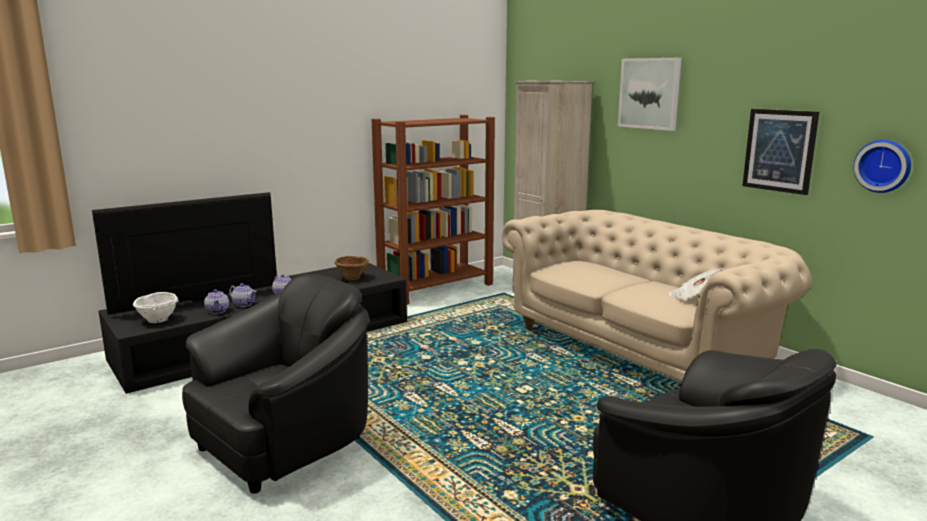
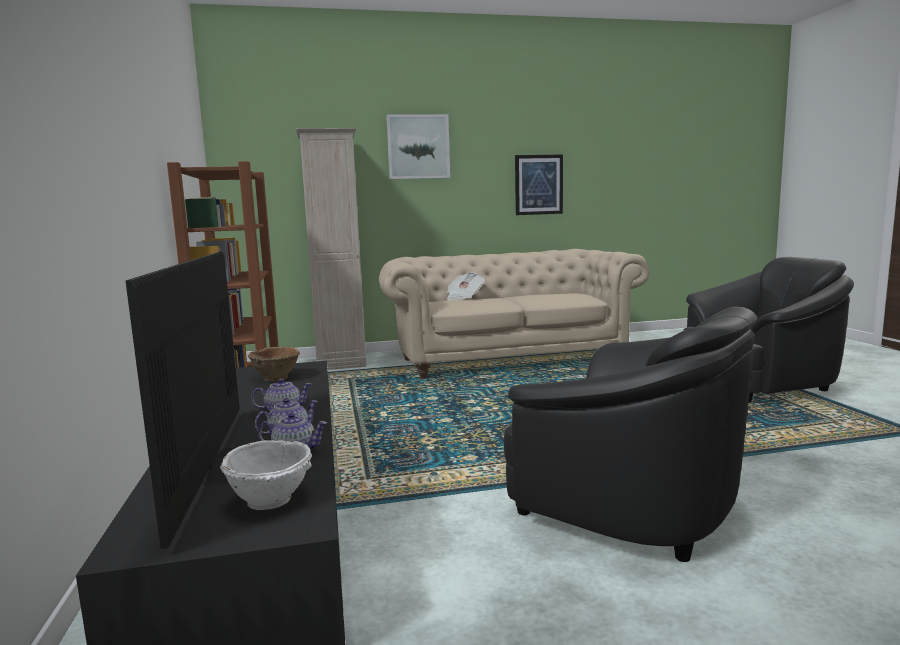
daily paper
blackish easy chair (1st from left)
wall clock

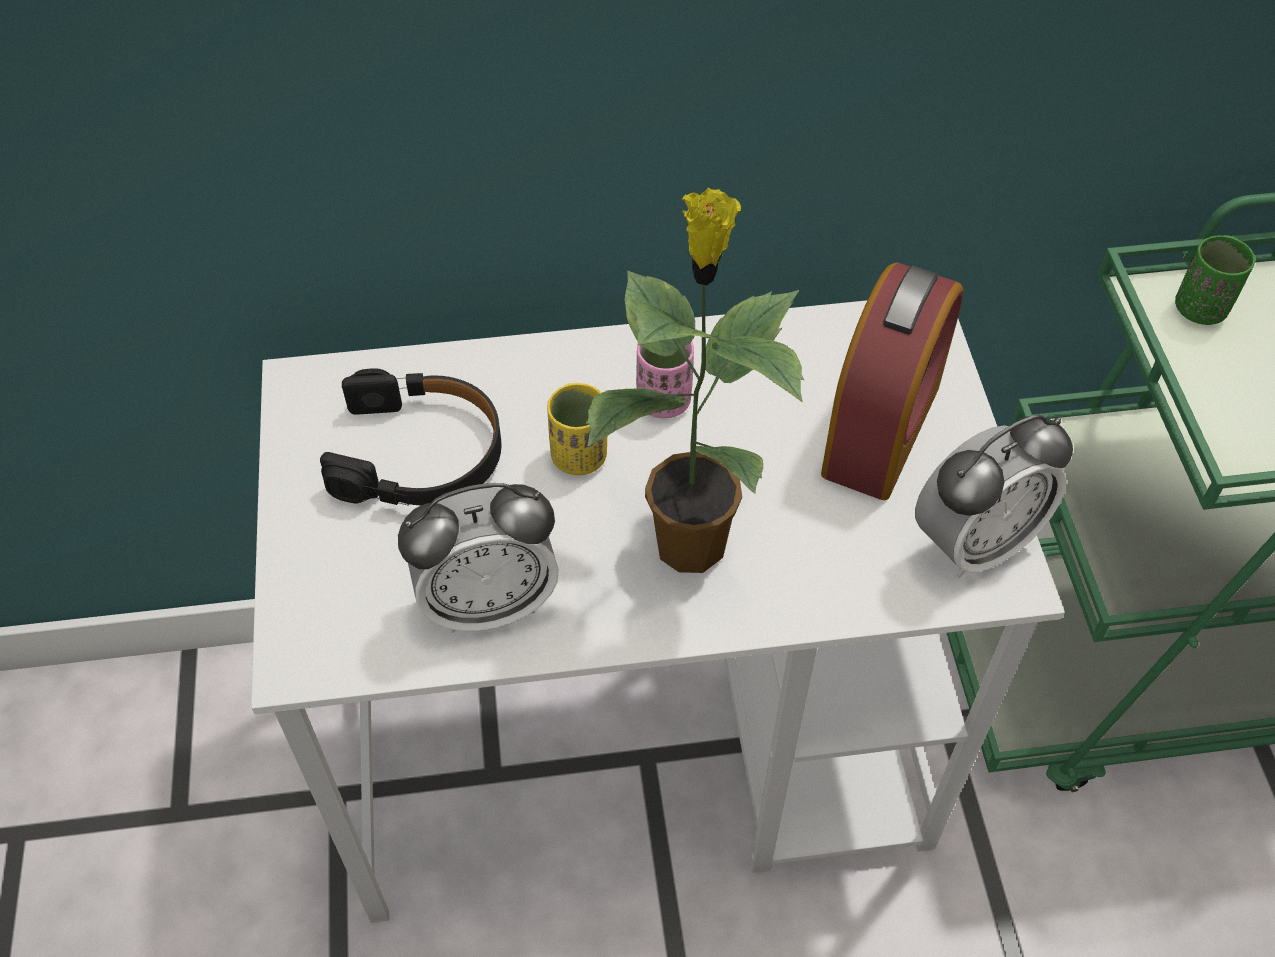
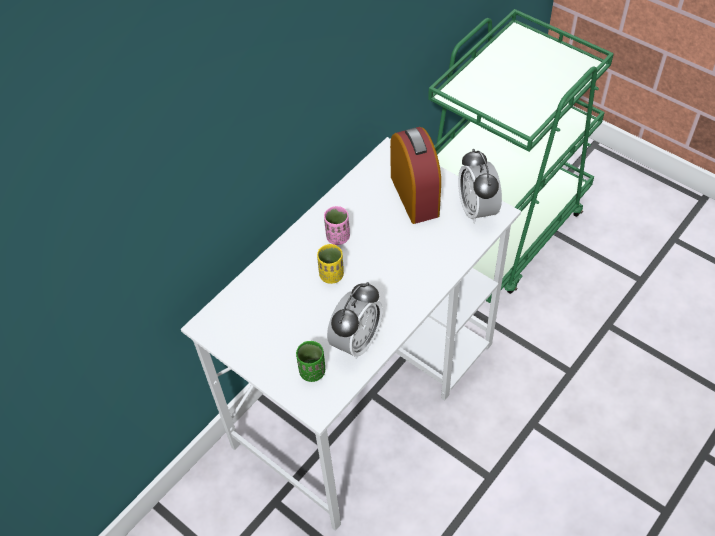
green cup
bedside clock (3rd from left)
blackish headphones
plant in a pot

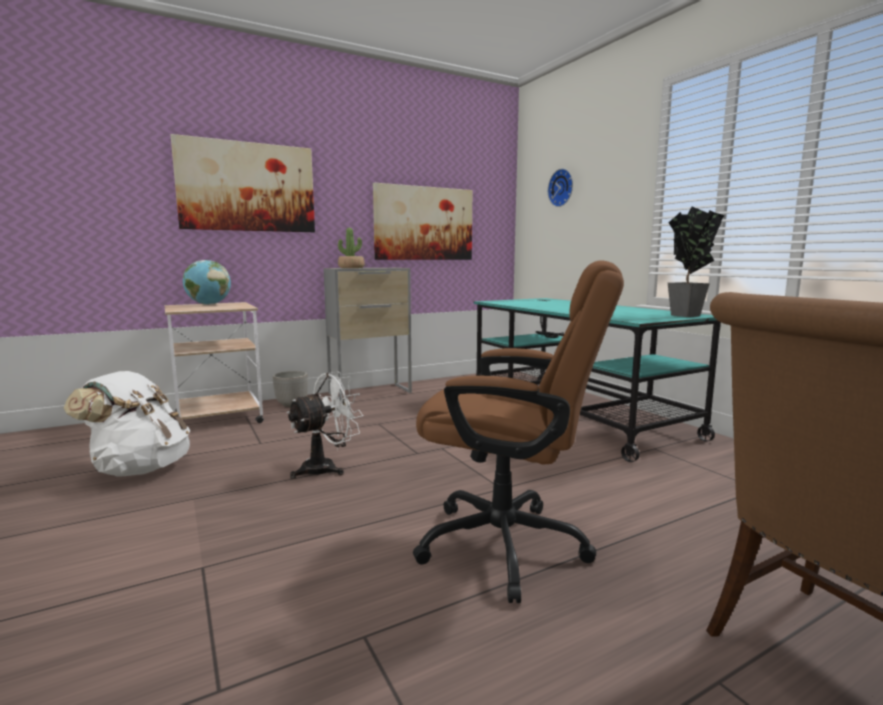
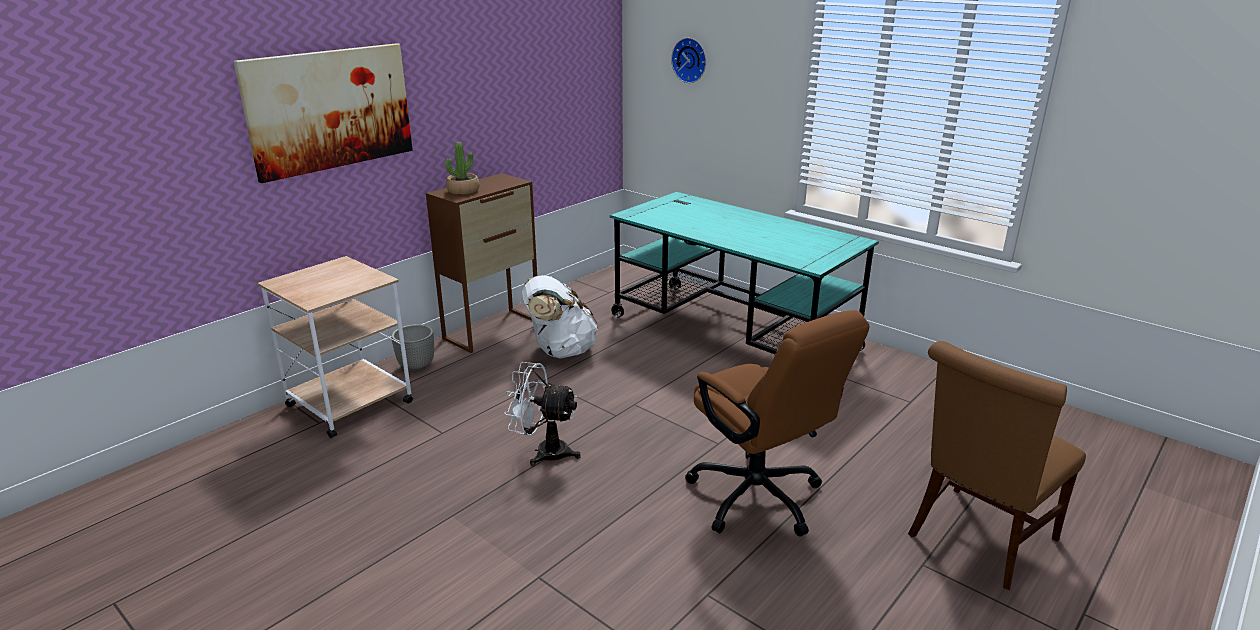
brown cabinet
white fan
white backpack
brown office chair
world globe
wall art (2nd from left in the first image)
plant in a pot (2nd from left in the first image)

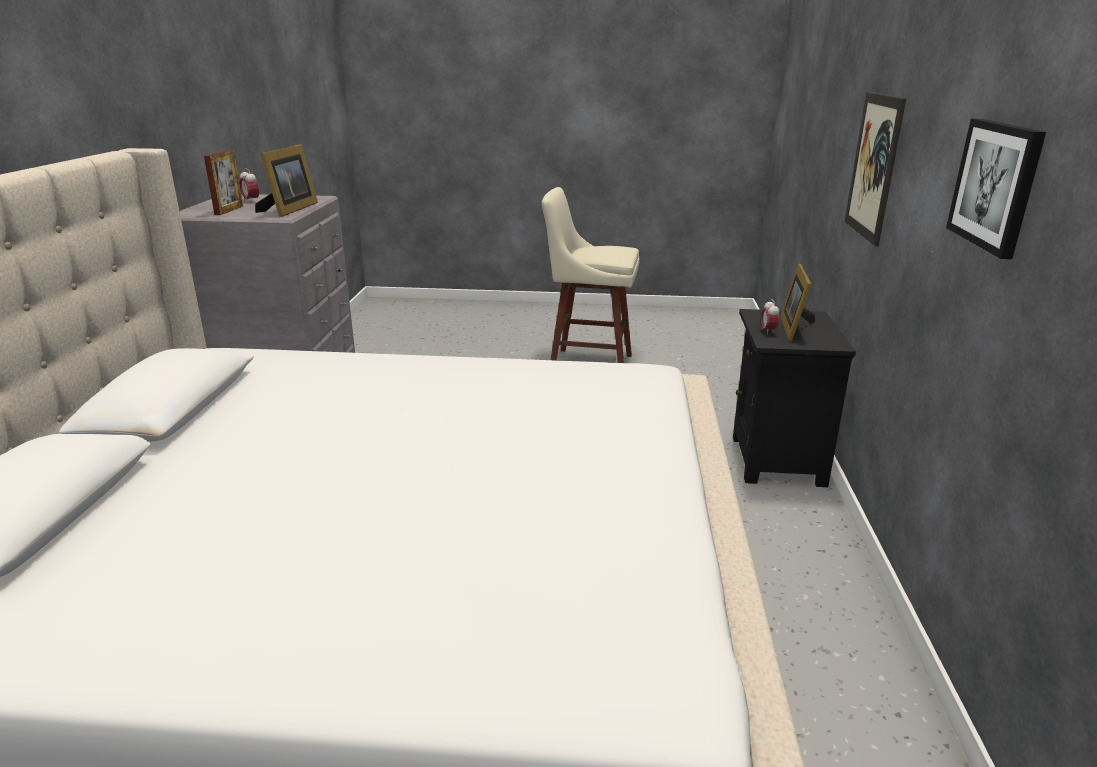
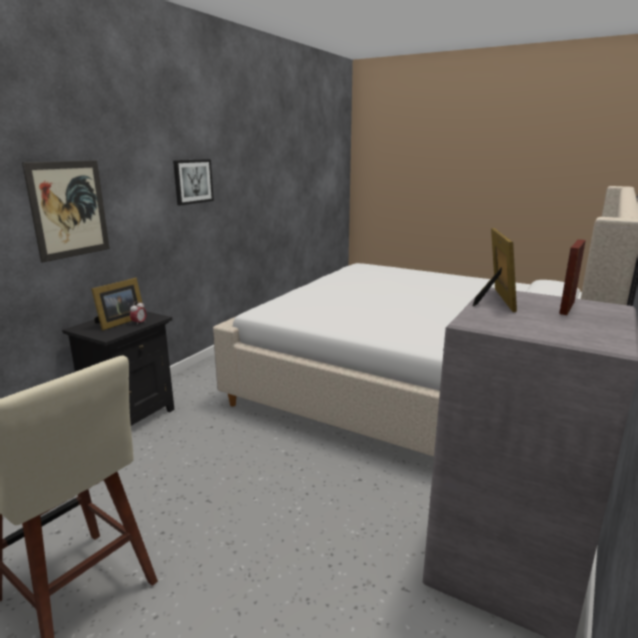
standing frame (2nd from left)
bedside clock (1st from left in the first image)

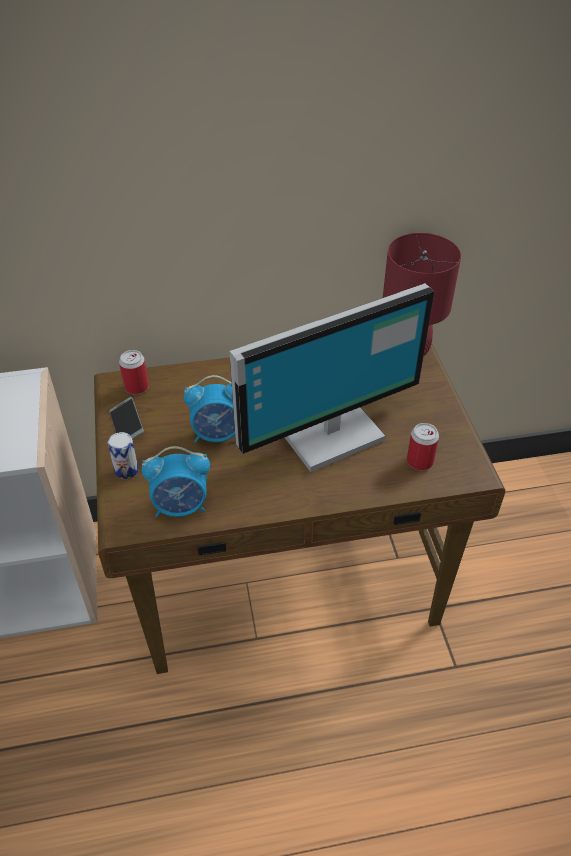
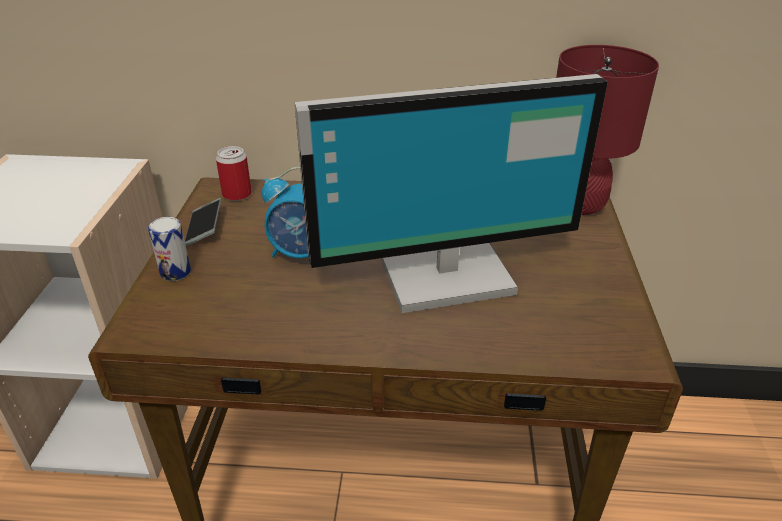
bedside clock (1st from left in the first image)
sealed can (3rd from left in the first image)

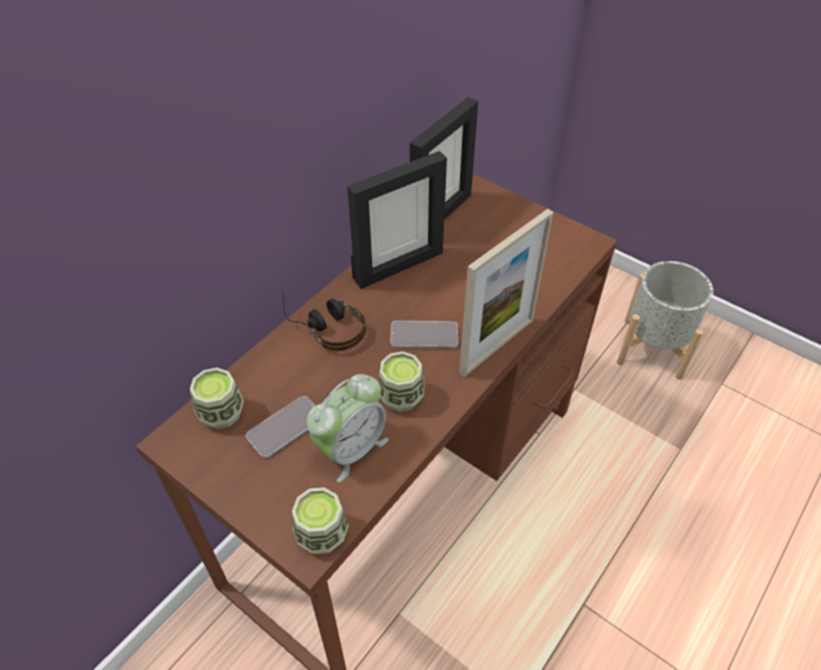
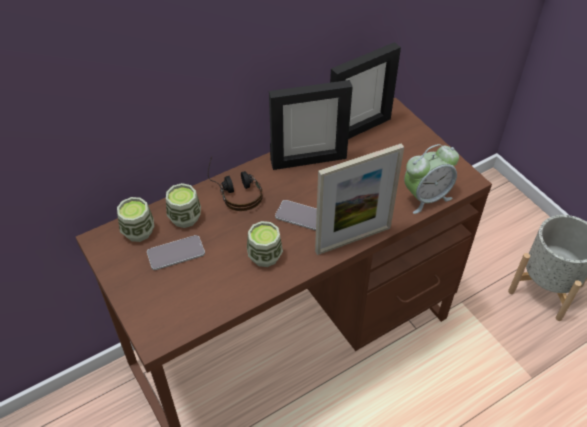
cup (2nd from left)
bedside clock

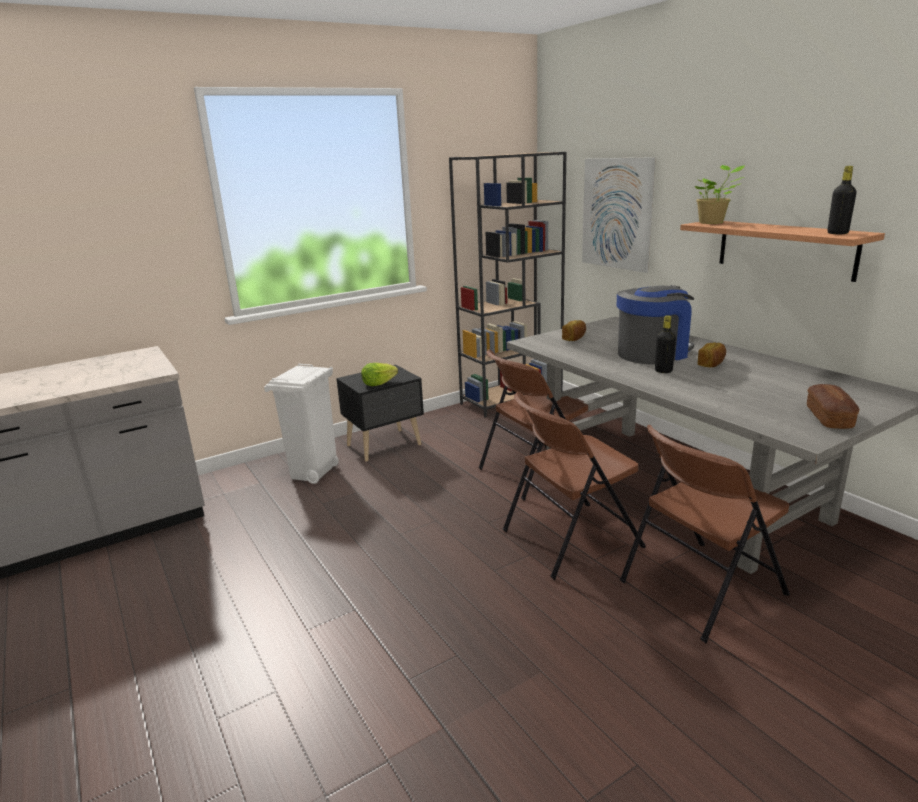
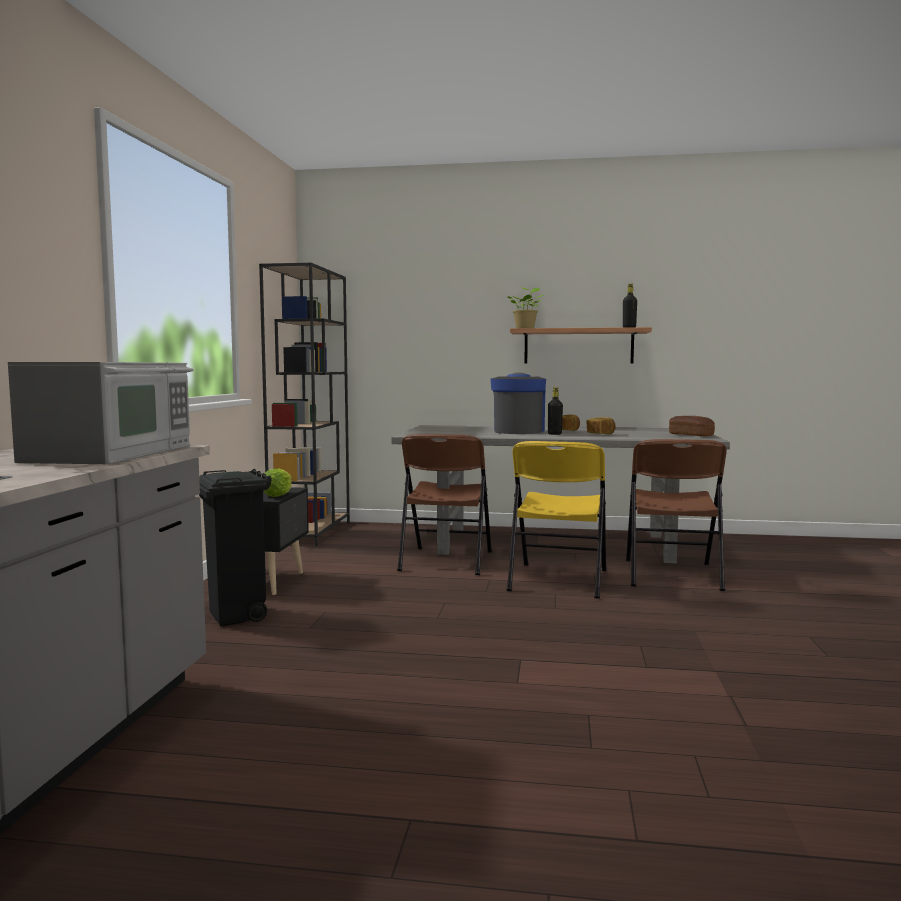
microwave
blackish rubbish bin
yellow-coloured upright chair
baked bread (2nd from left)
wall art

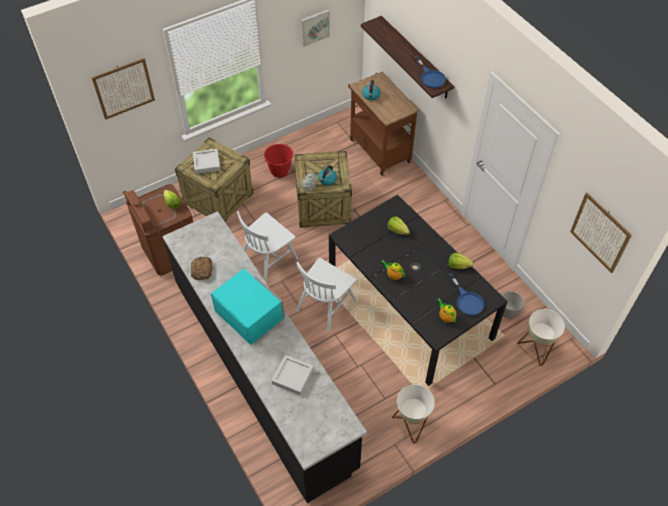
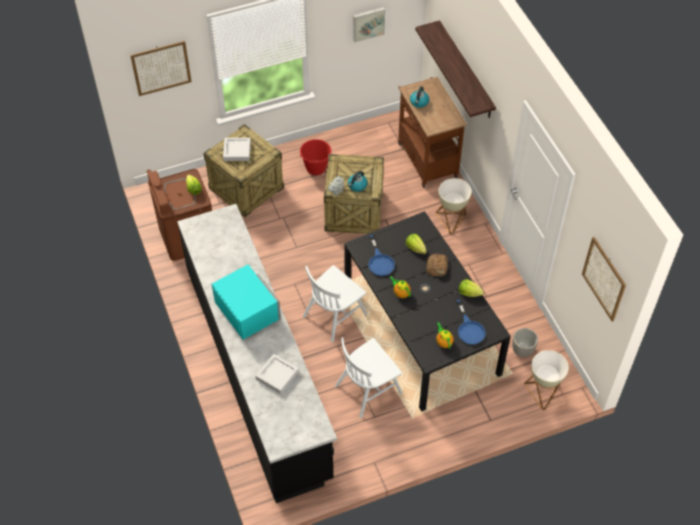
white upright chair (2nd from left)
bluish pan (1st from left)
baked bread
plant pot (1st from left)

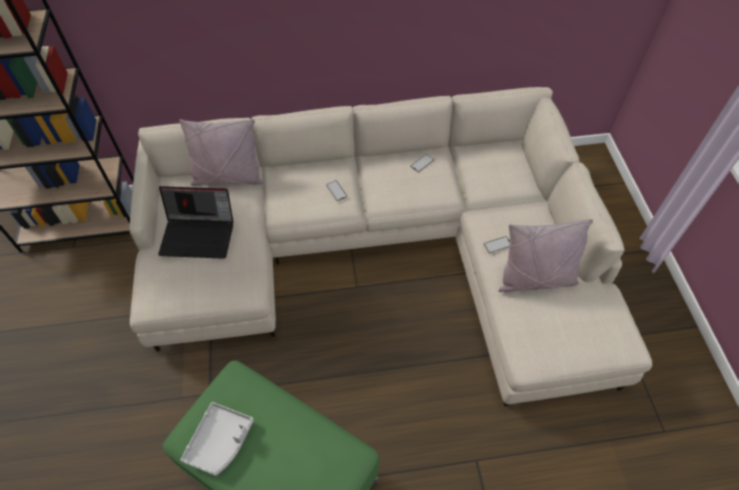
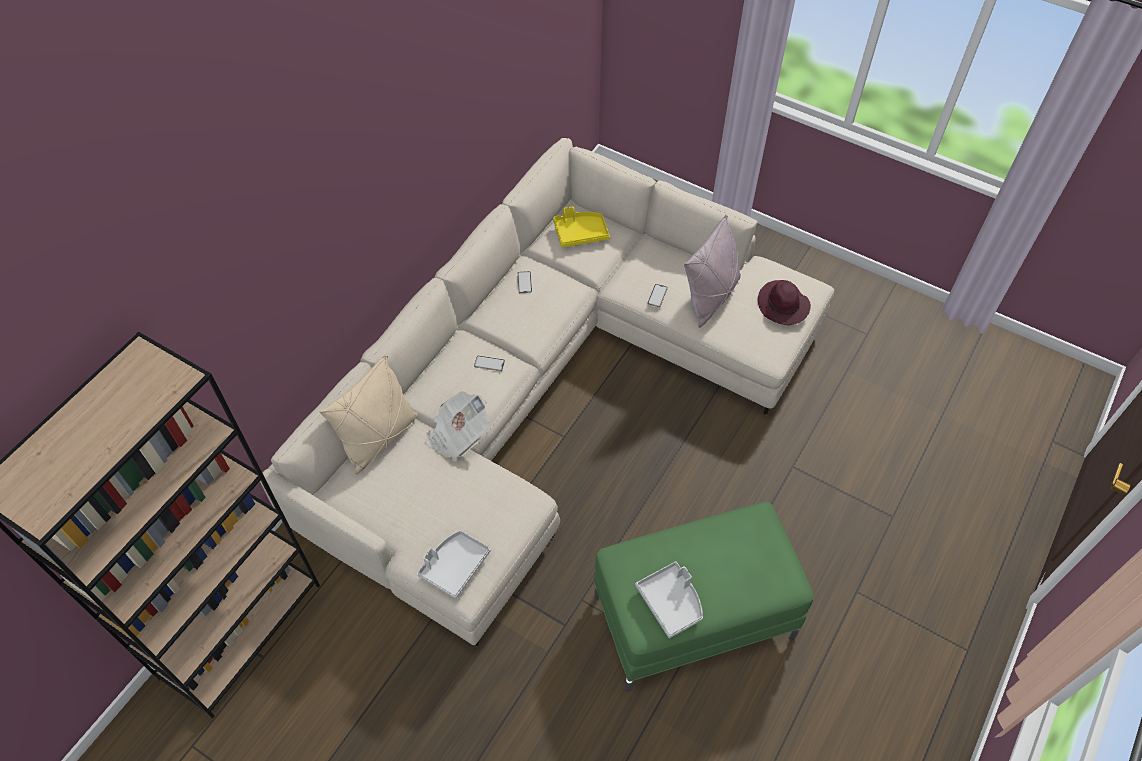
beige-coloured cushion
gray tray (1st from left)
daily paper
yellow-coloured tray
purple clothing hat
portable computer

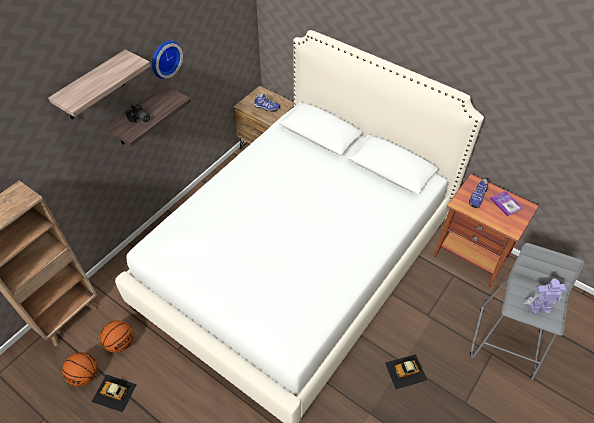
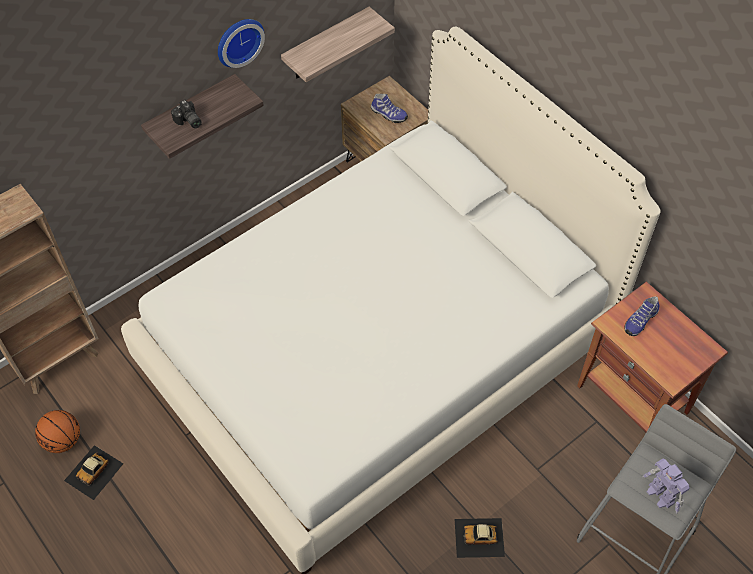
toy car (1st from left)
wall shelf (2nd from left)
robot figure
basketball ball (2nd from left in the first image)
volume

